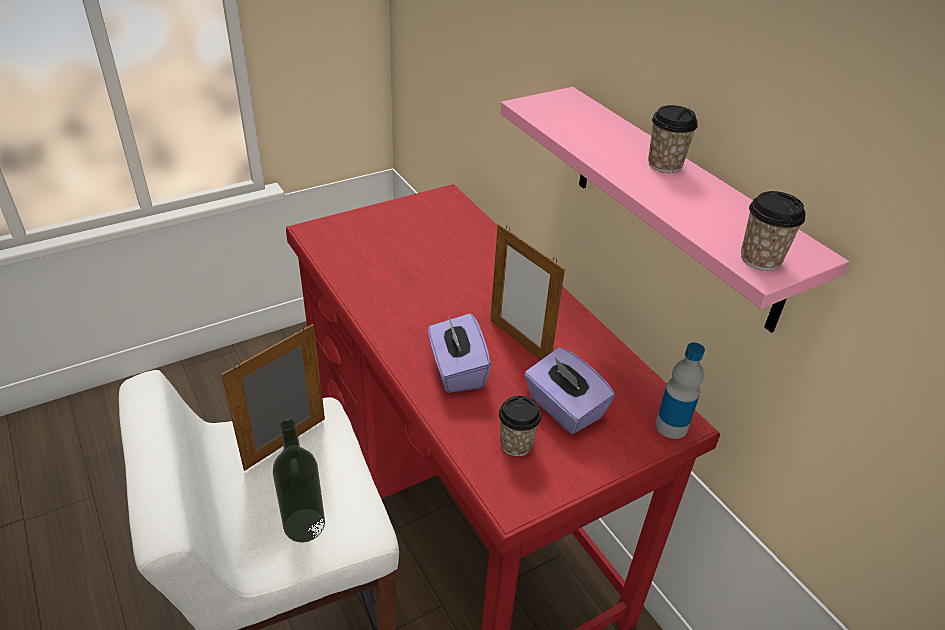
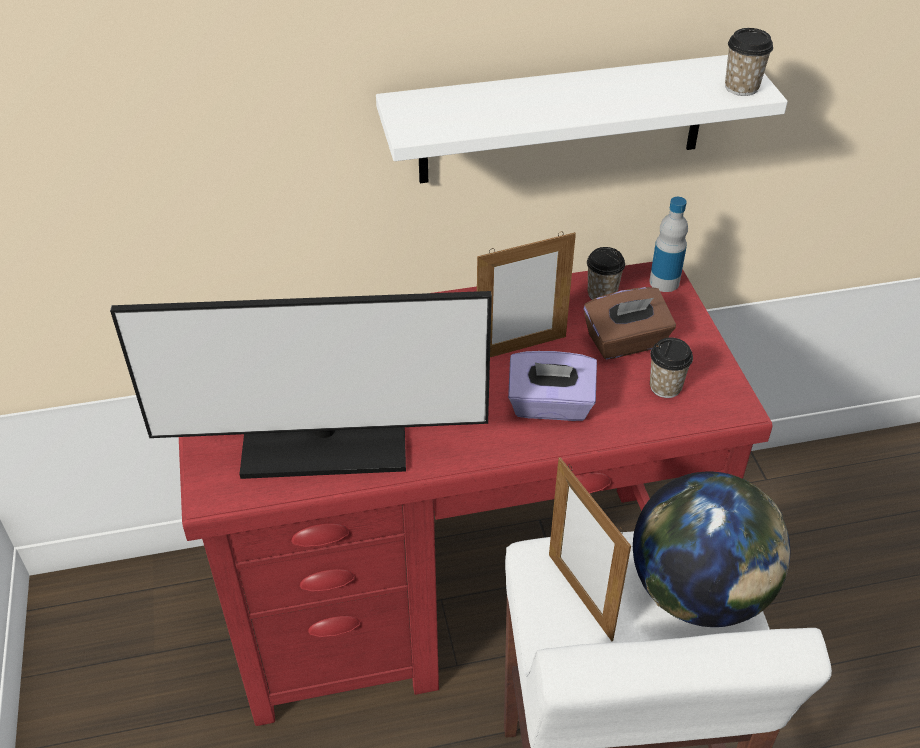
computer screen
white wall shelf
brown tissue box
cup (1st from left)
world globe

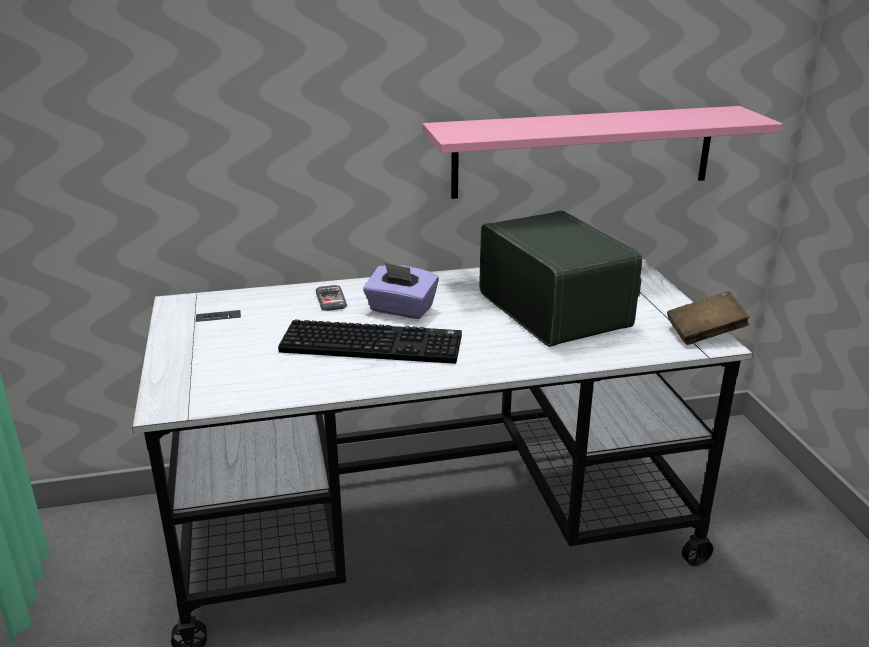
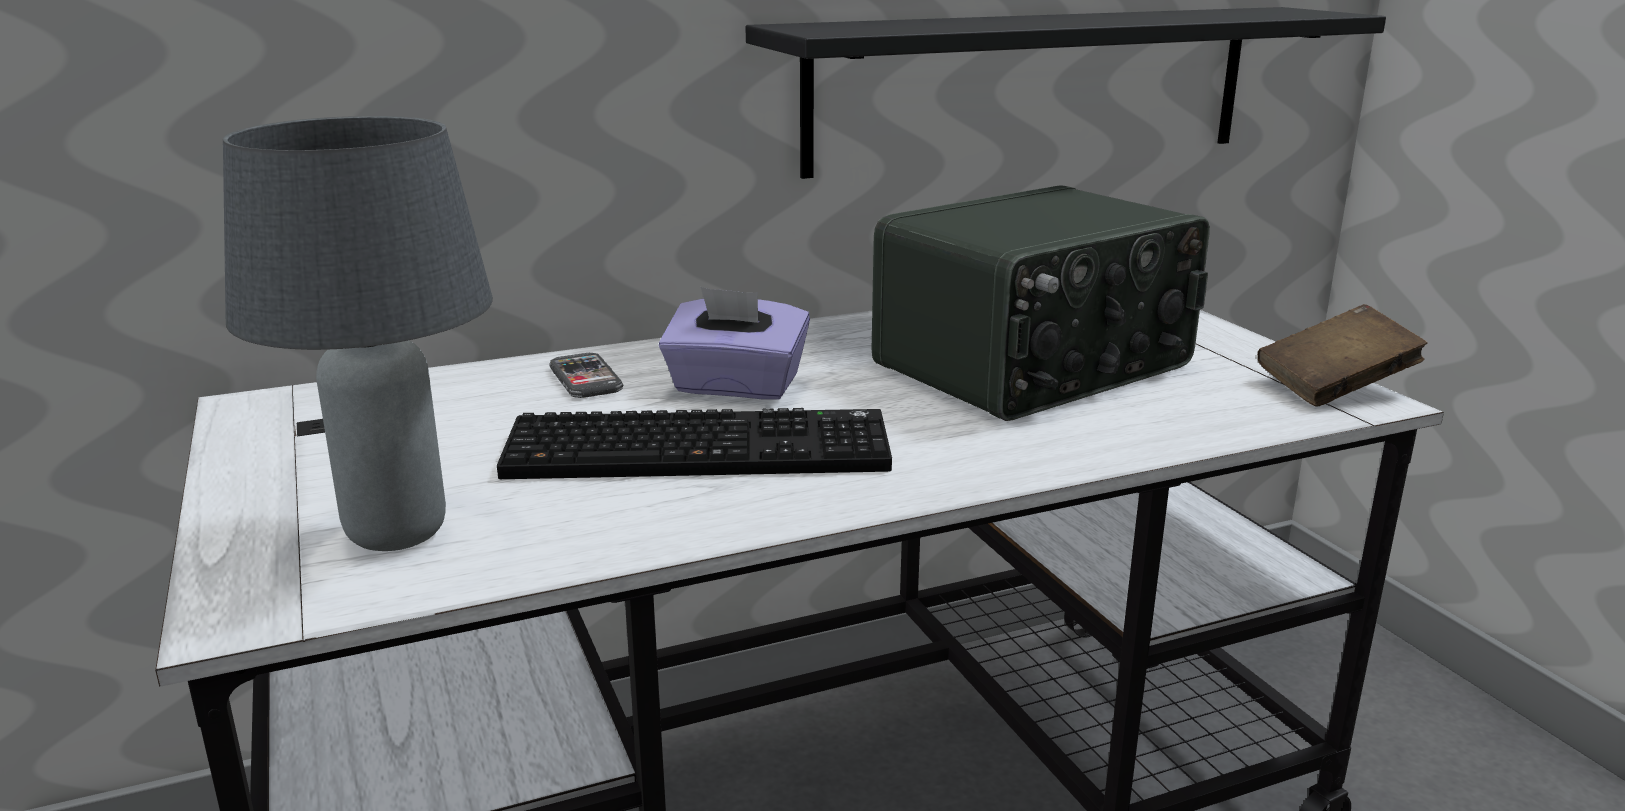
gray tabletop lamp
blackish wall shelf
radio

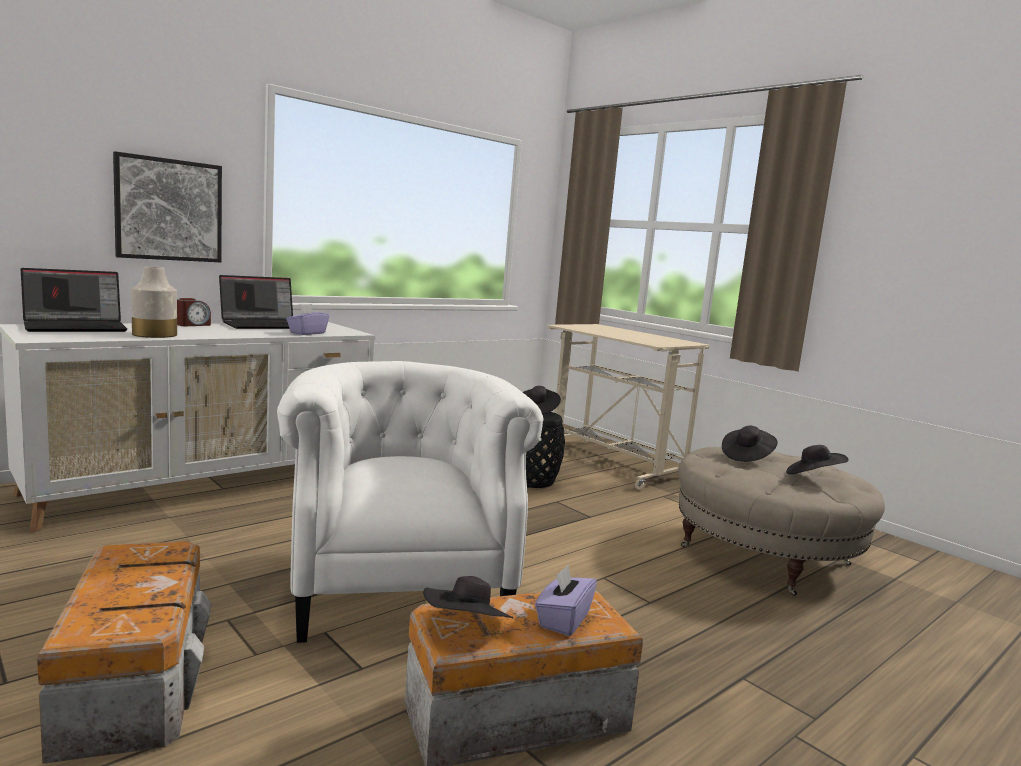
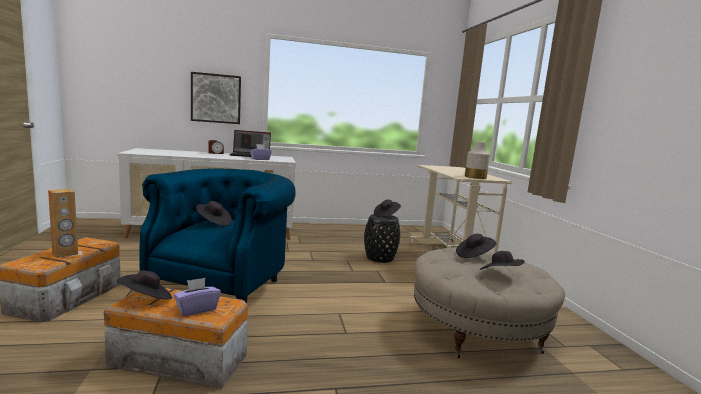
brown loudspeaker
bluish easy chair
blackish clothing hat (2nd from left)
beige-coloured flower vase
portable computer (1st from left in the first image)

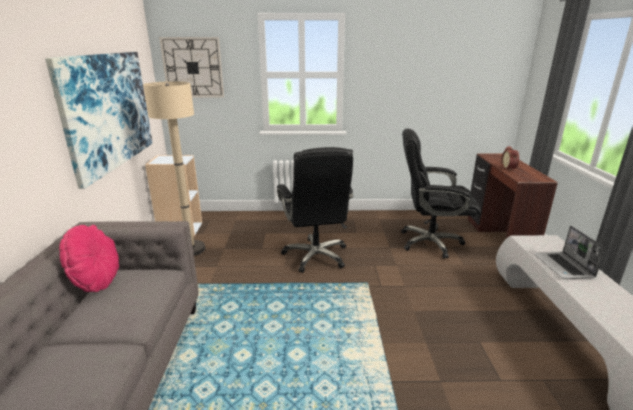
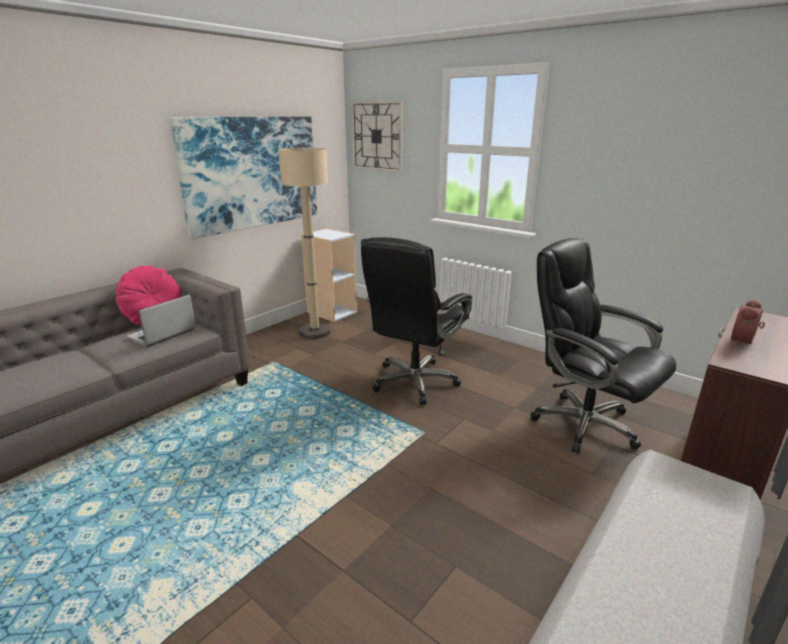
portable computer

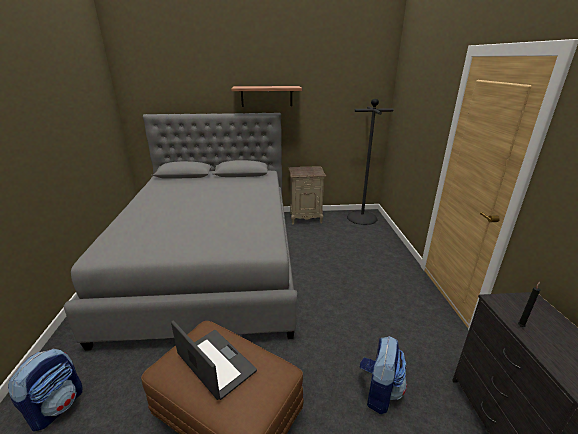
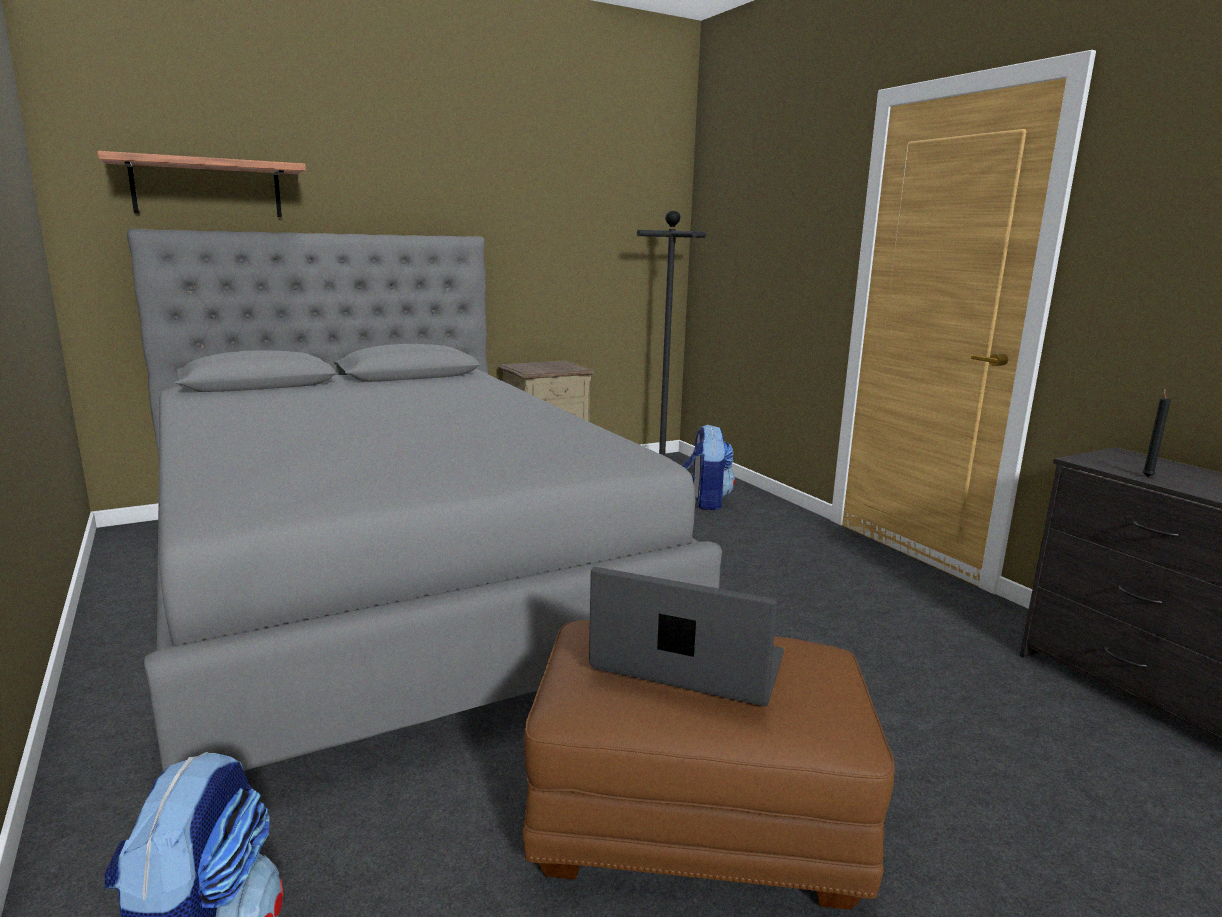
wall shelf
backpack (2nd from left)

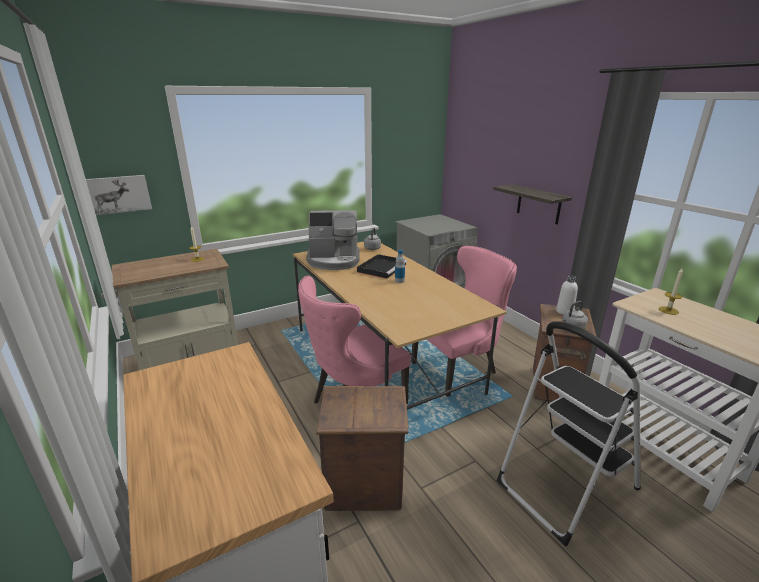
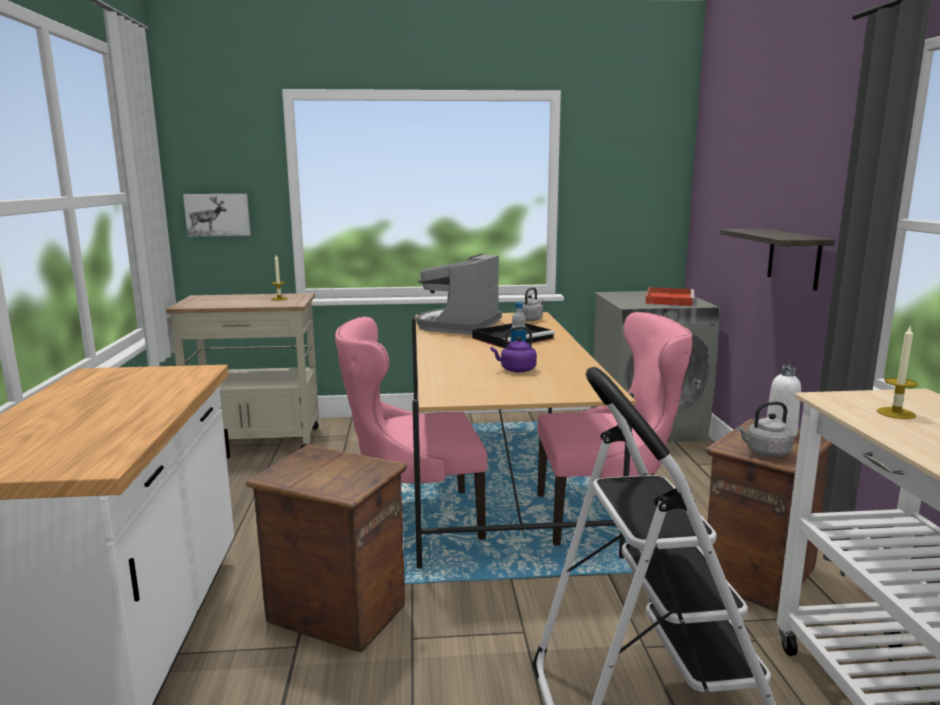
coffee machine
purple tea kettle
reddish tray

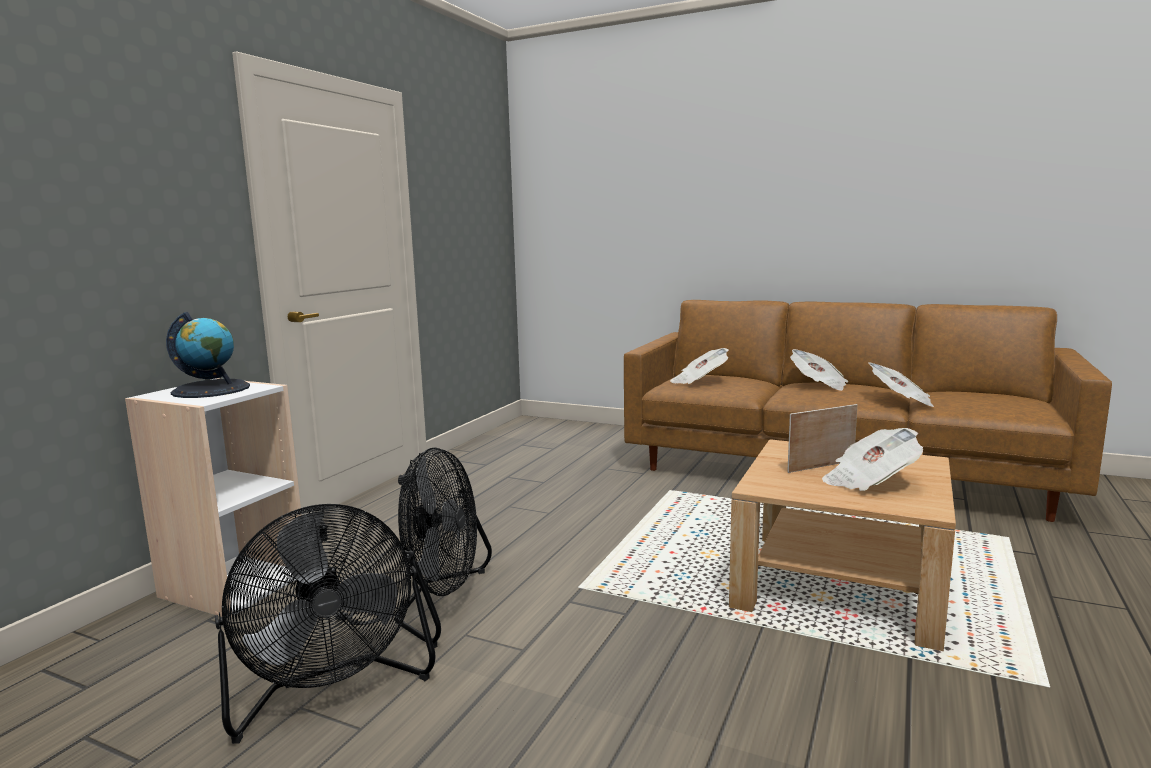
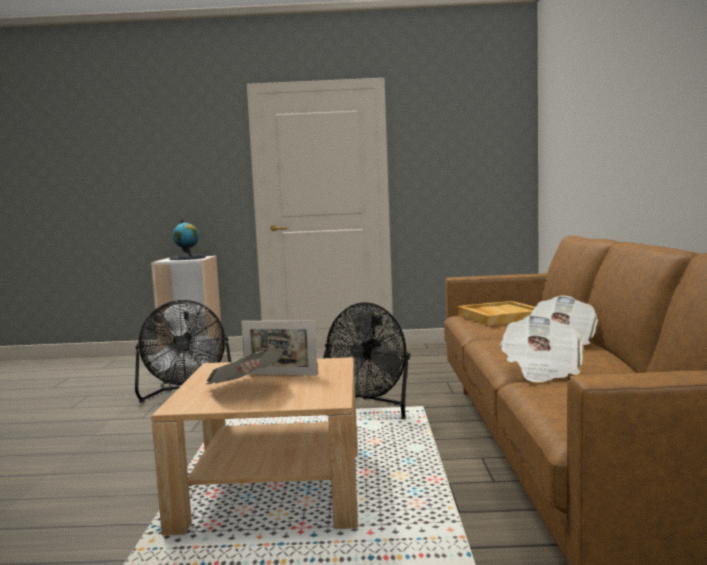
standing frame
blackish fan (2nd from left)
beige-coloured tray

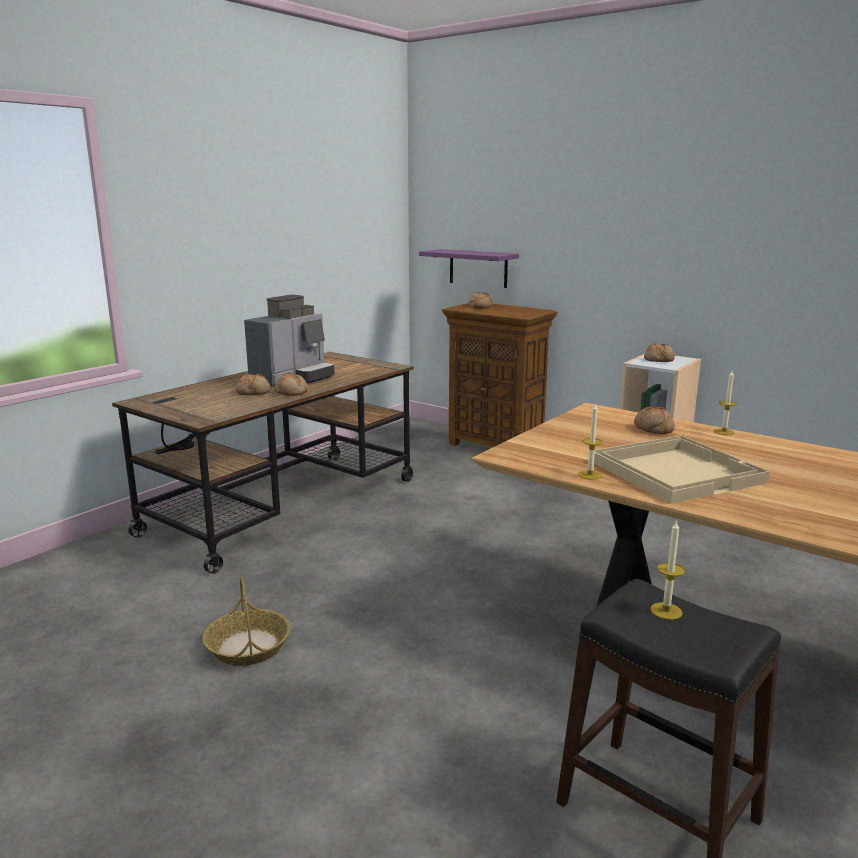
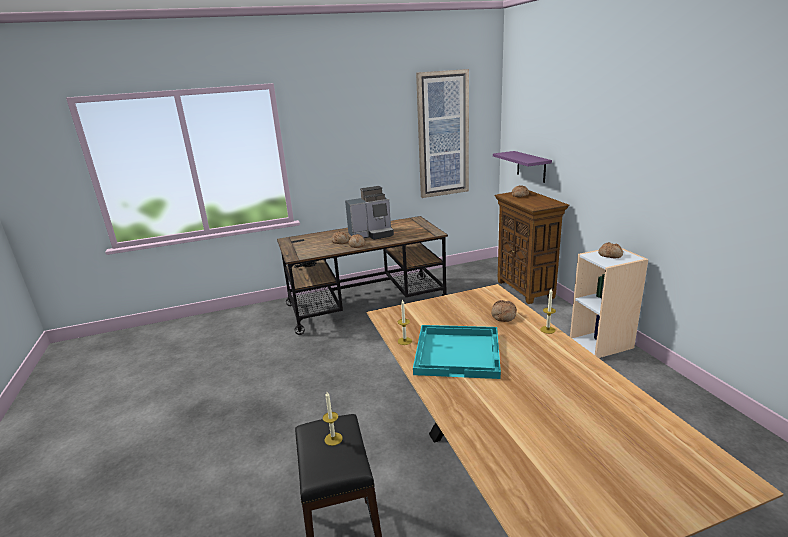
turquoise-coloured tray
wall art
household basket

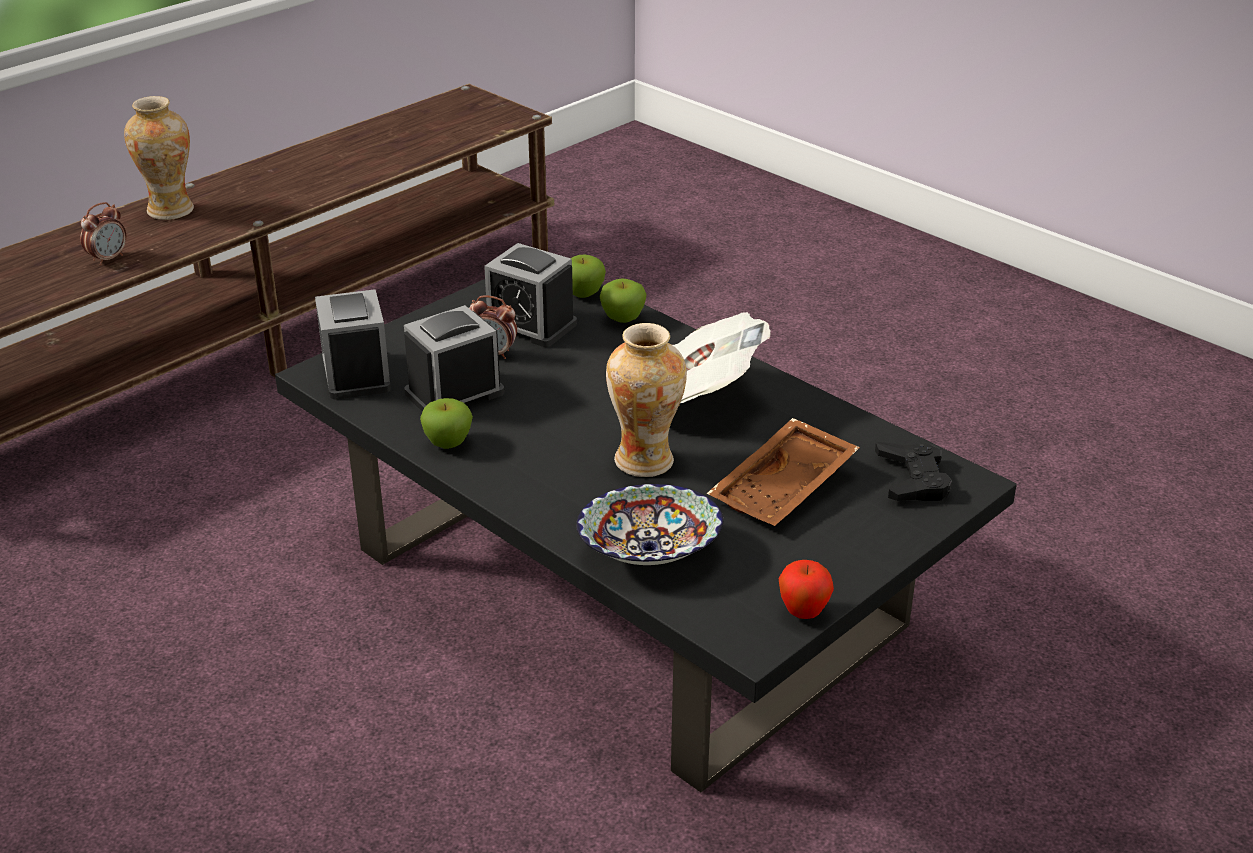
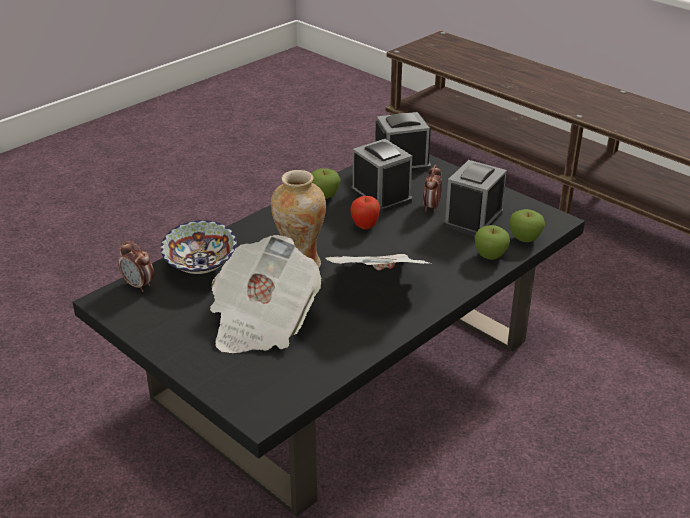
bedside clock (1st from left)
daily paper (1st from left)
apple (2nd from left)
flower vase (1st from left in the first image)
blackish gamepad

